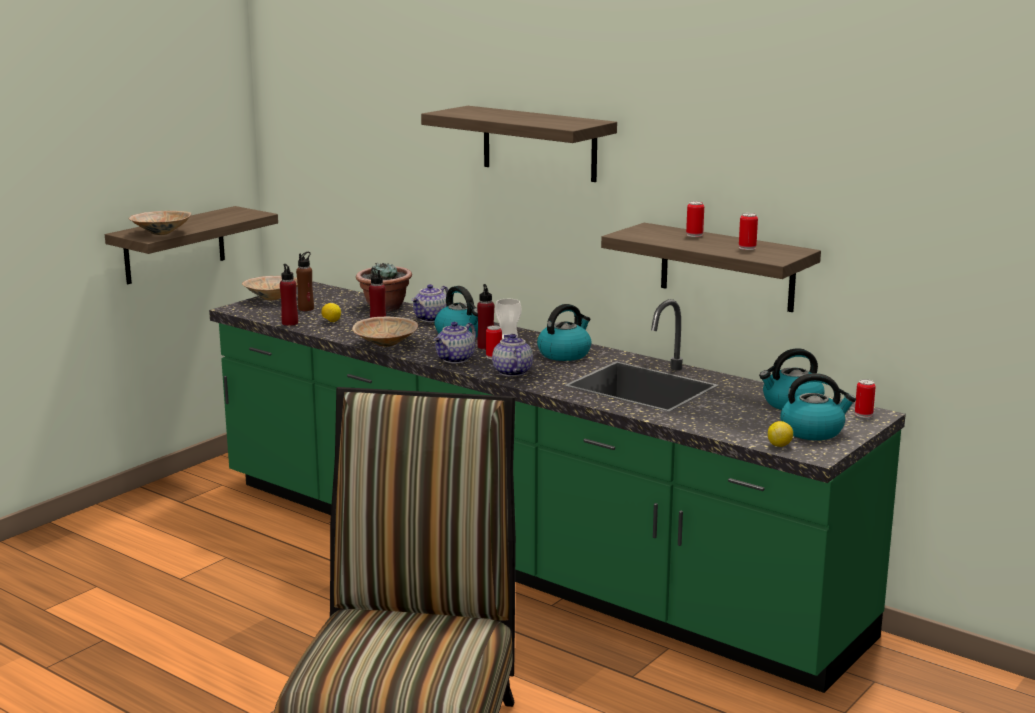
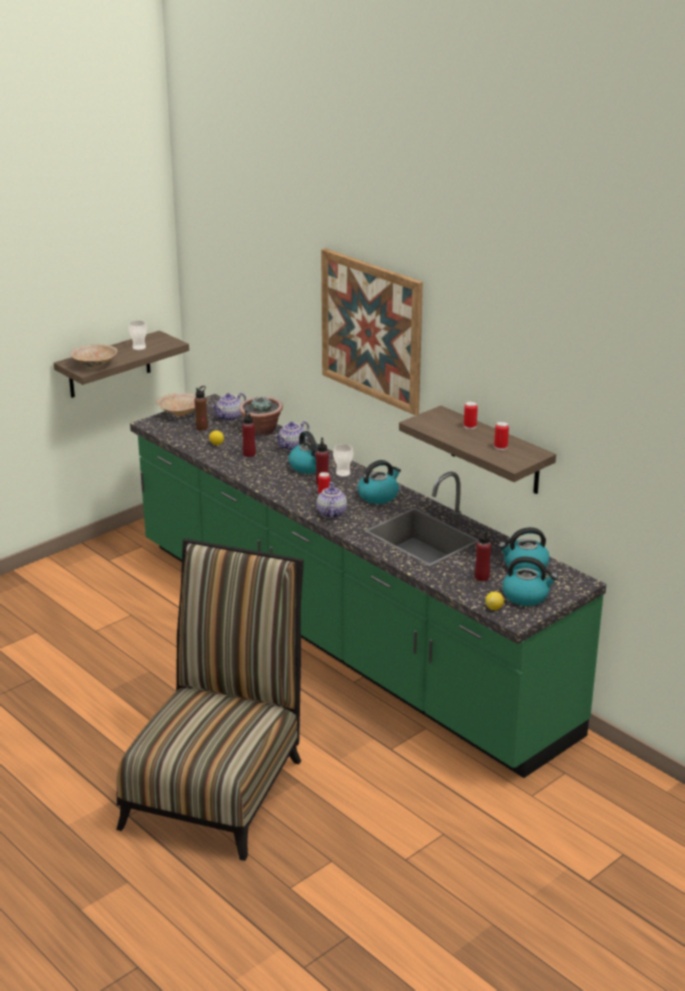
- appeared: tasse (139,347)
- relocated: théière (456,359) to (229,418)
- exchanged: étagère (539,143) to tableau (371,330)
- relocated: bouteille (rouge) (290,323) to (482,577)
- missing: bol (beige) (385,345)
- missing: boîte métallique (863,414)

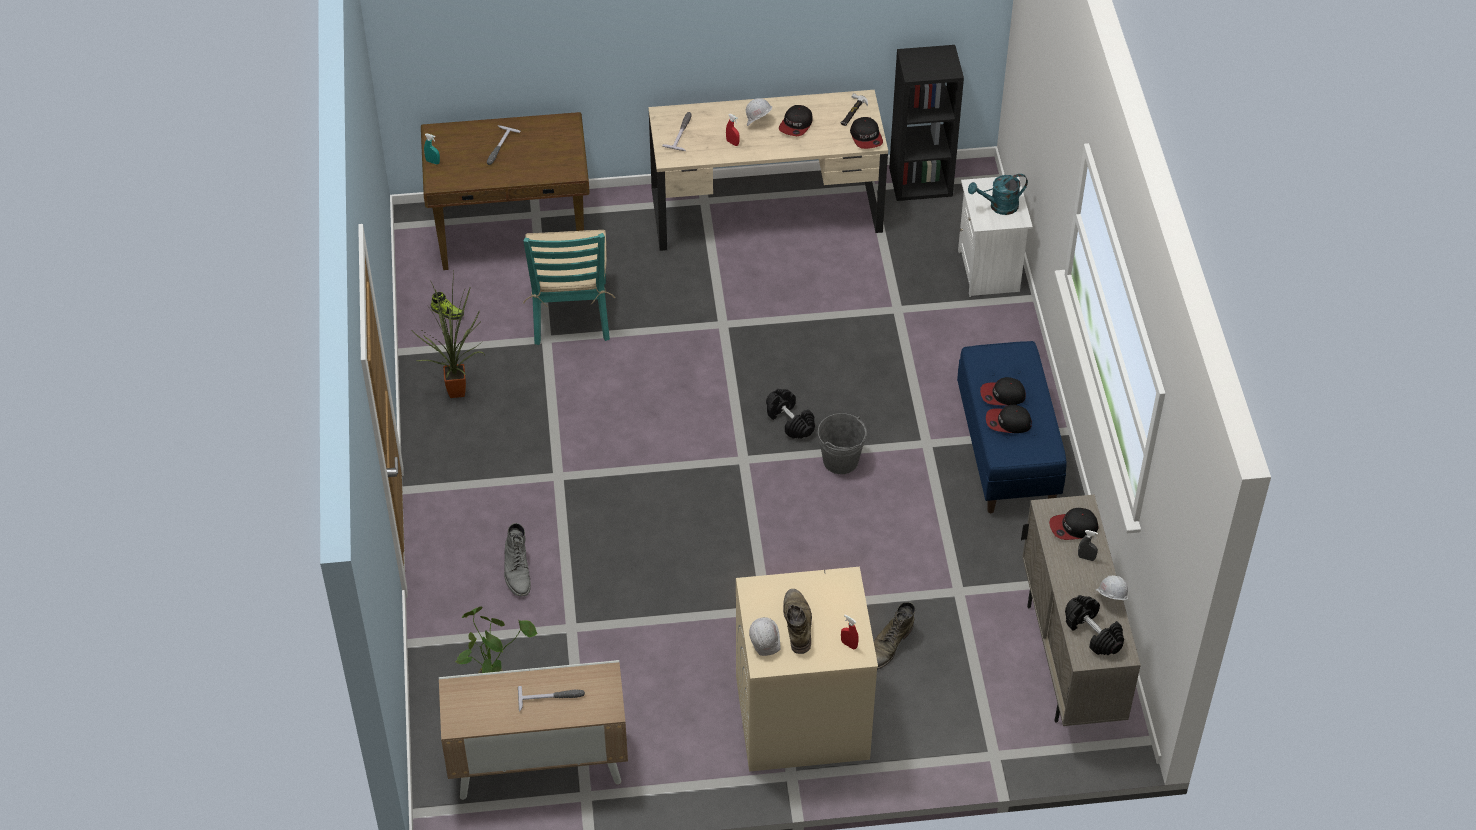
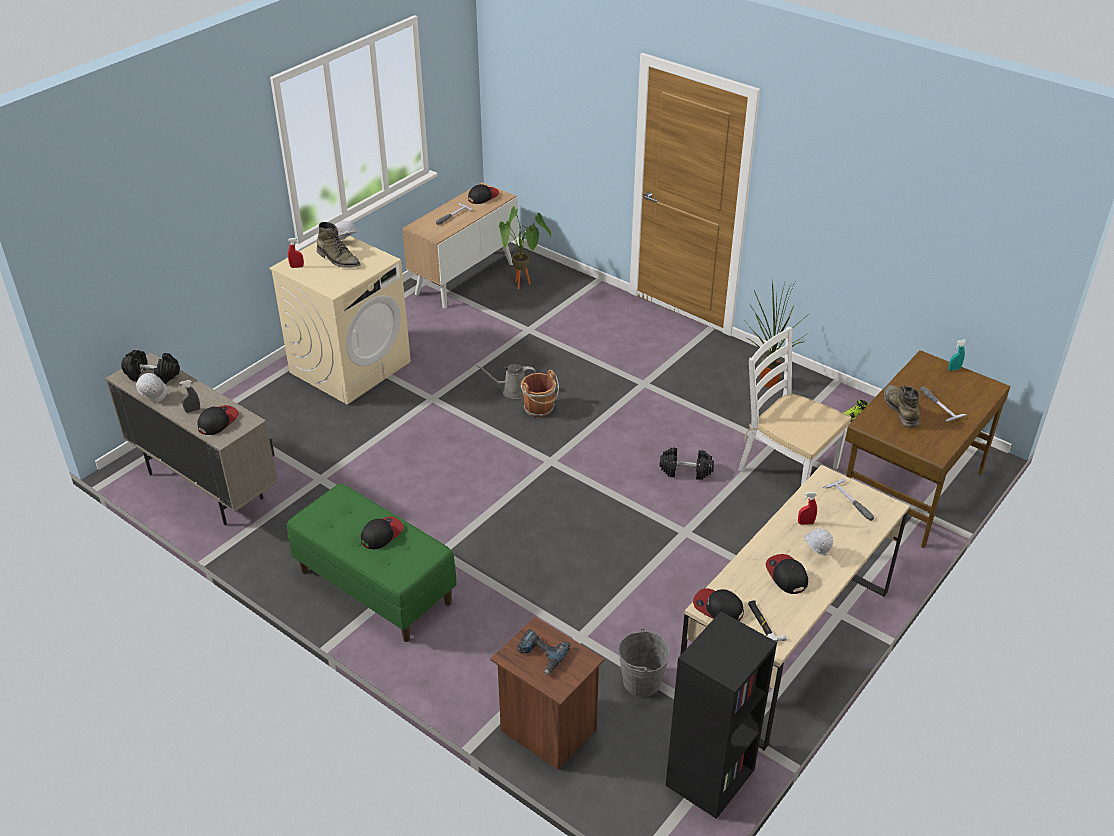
- colour: banc (bleu) (1007,451) to banc (vert) (374,587)
- relocated: casquette (1008,422) to (483,197)
- appeared: arrosoir (gris) (512,391)
- colour: table de chevet (blanc) (990,271) to table de chevet (marron) (546,731)
- exchanged: arrosoir (turquoise) (998,206) to perceuse (541,655)
- appeared: seau (marron) (539,409)
- relocated: seau (gris) (840,460) to (641,681)
- relocated: haltère (noir) (789,421) to (686,471)
- colour: chaise (turquoise) (570,313) to chaise (blanc) (786,468)
- relocated: botte (vert) (889,645) to (900,409)
- missing: botte (gris) (517,571)

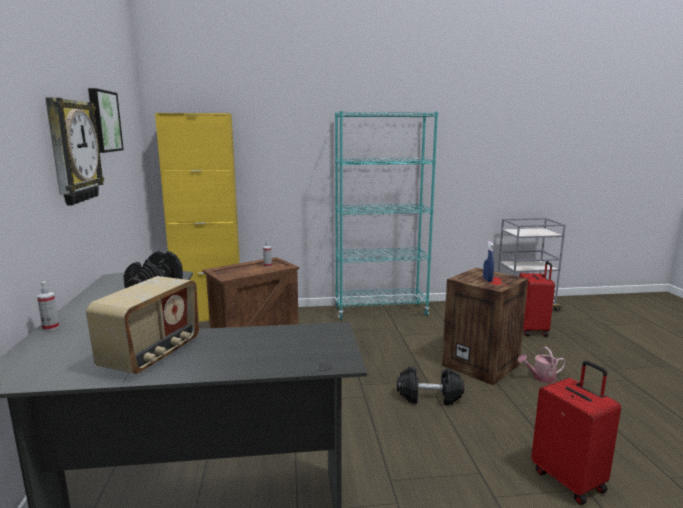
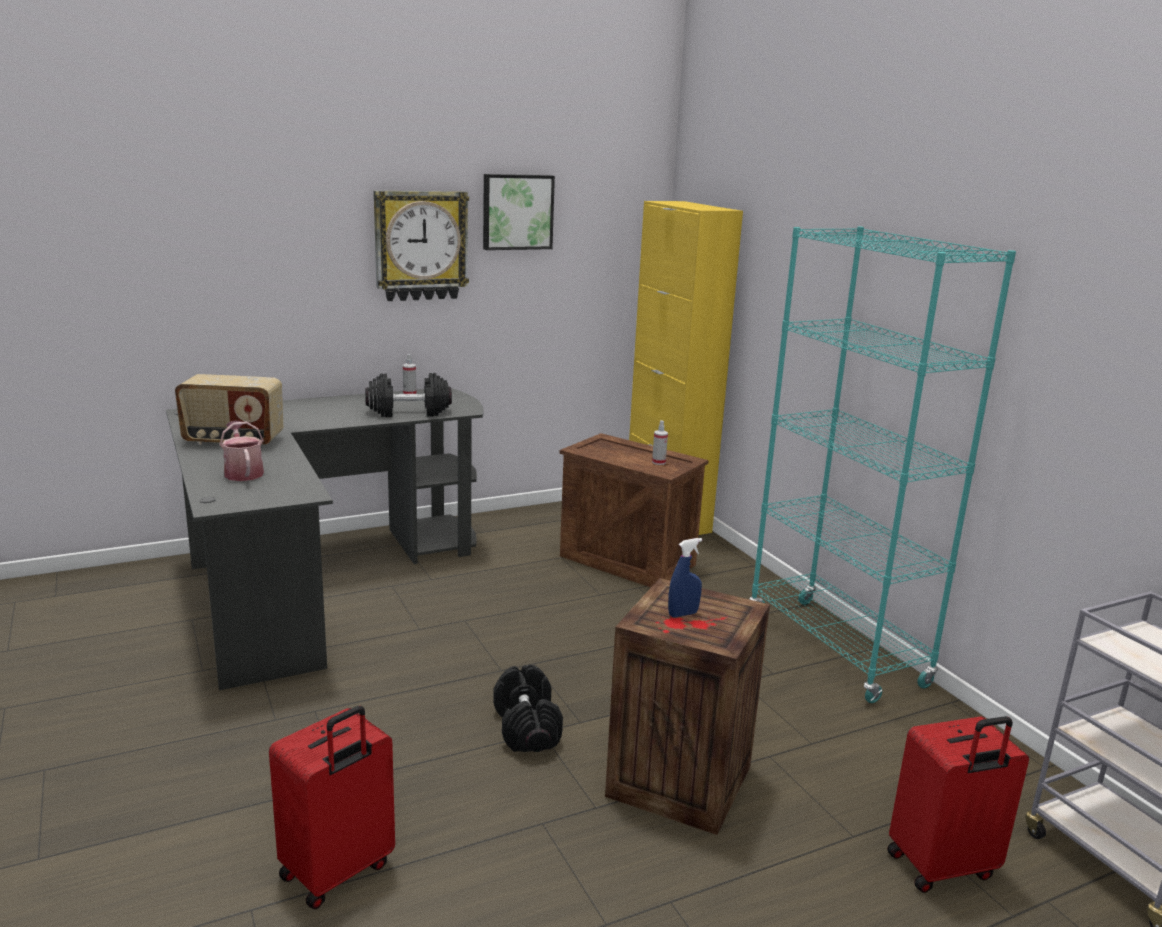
- relocated: arrosoir (540,377) to (243,472)
- relocated: vaporisateur (50,327) to (409,394)

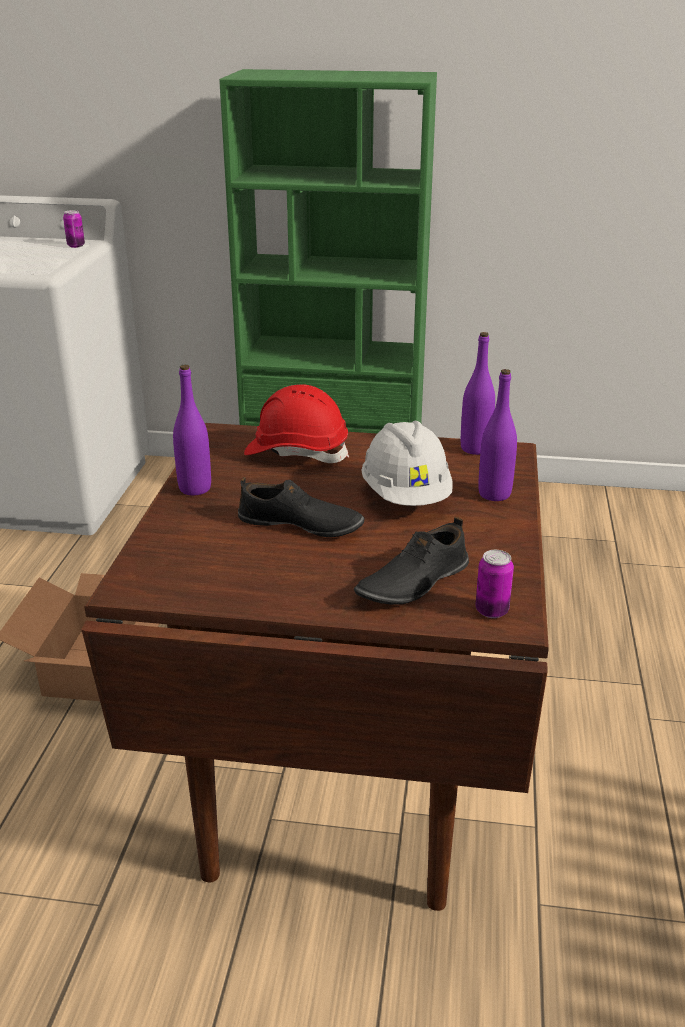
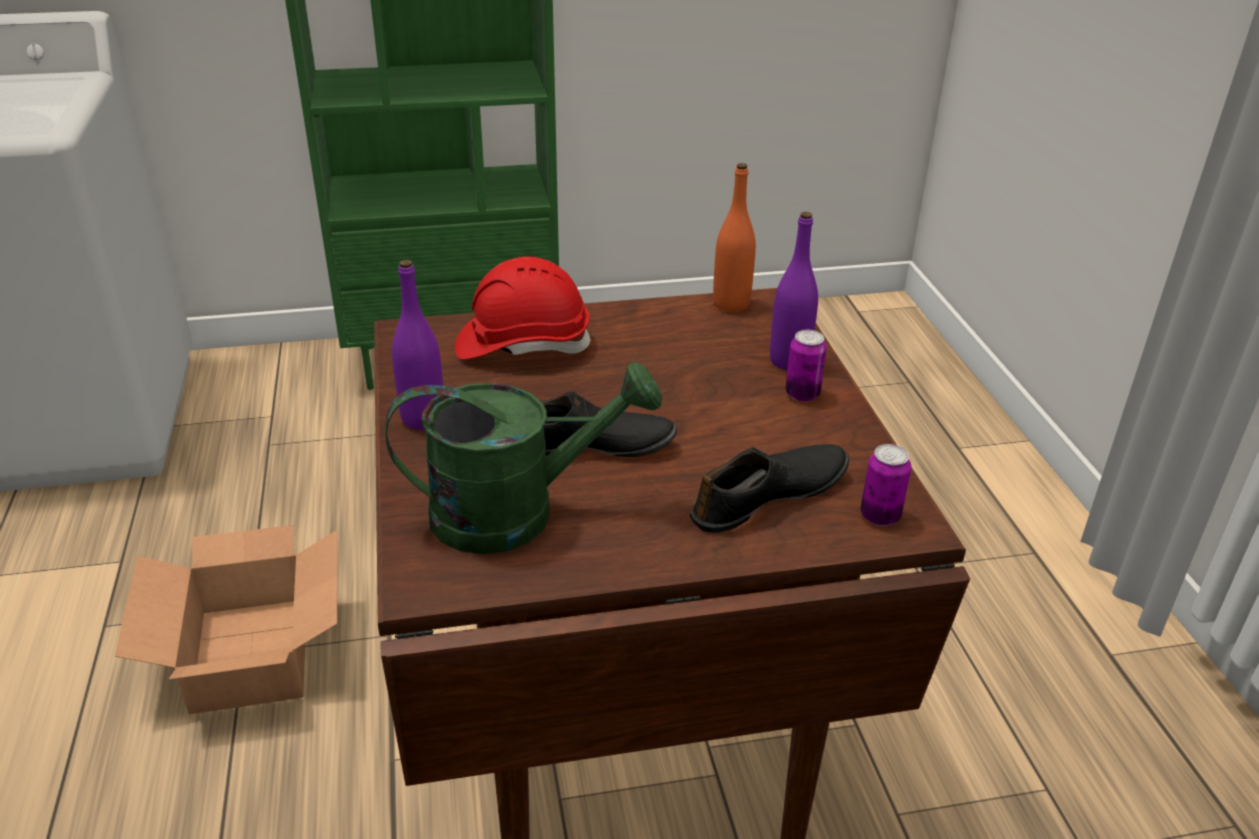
- appeared: arrosoir (vert) (516,512)
- spun: chaussure (noir) (412,582) = (770,497) 150 degrees counterclockwise
- colour: bouteille (violet) (475,448) to bouteille (orange) (731,304)
- relocated: boîte métallique (76,246) to (802,394)
- missing: casque de chantier (blanc) (406,496)

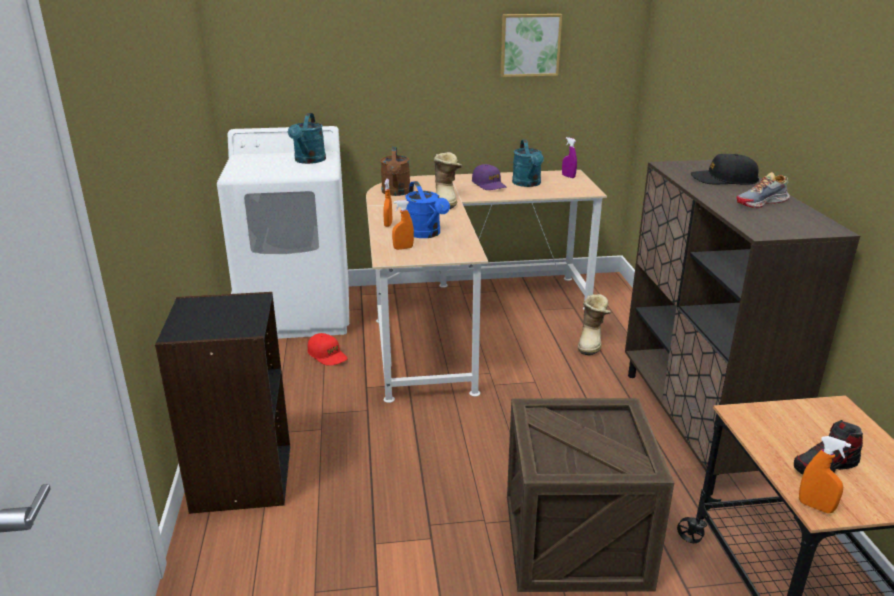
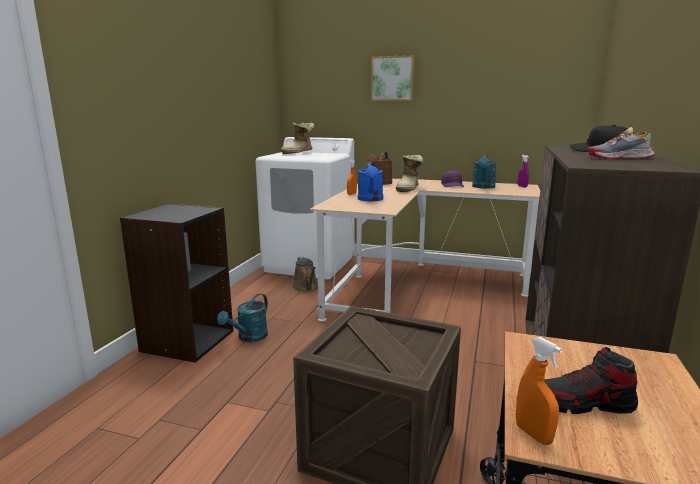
- relocated: arrosoir (turquoise) (308,161) to (249,337)
- relocated: botte (592,342) to (299,152)
- exchanged: casquette (rouge) (327,355) to arrosoir (marron) (306,288)
- relocated: tableau (530,45) to (392,78)
- missing: vaporisateur (orange) (403,248)

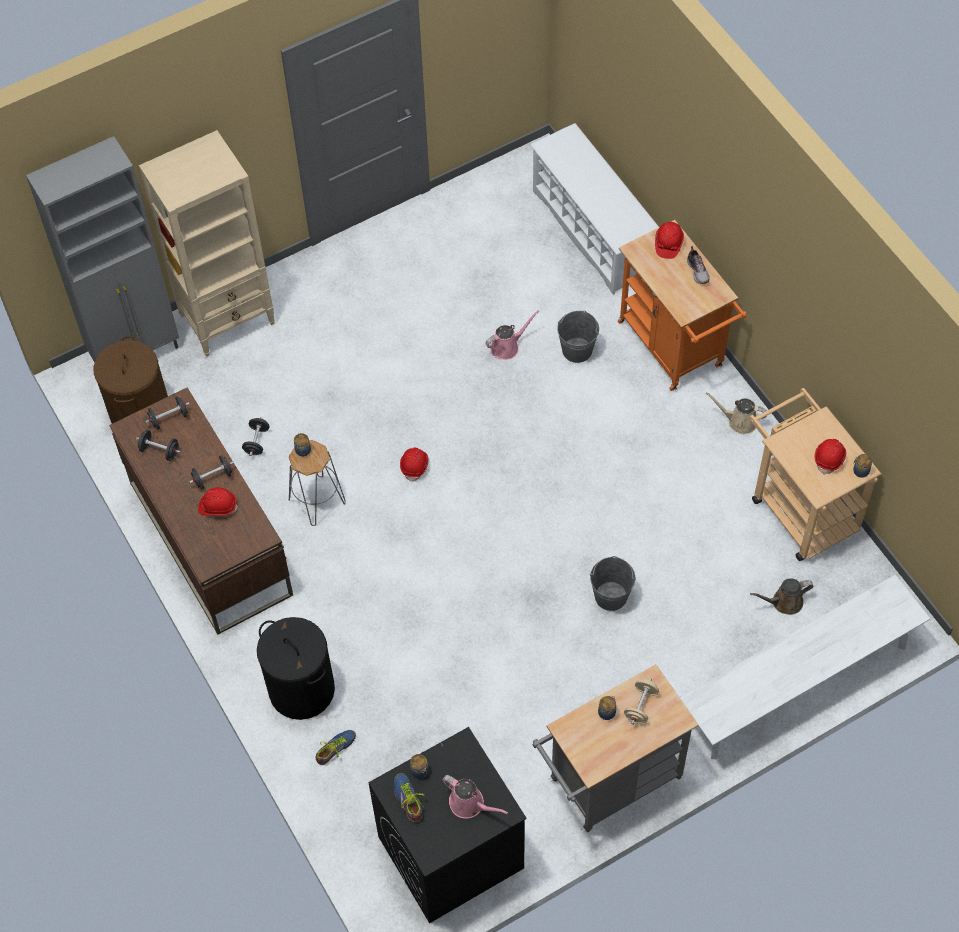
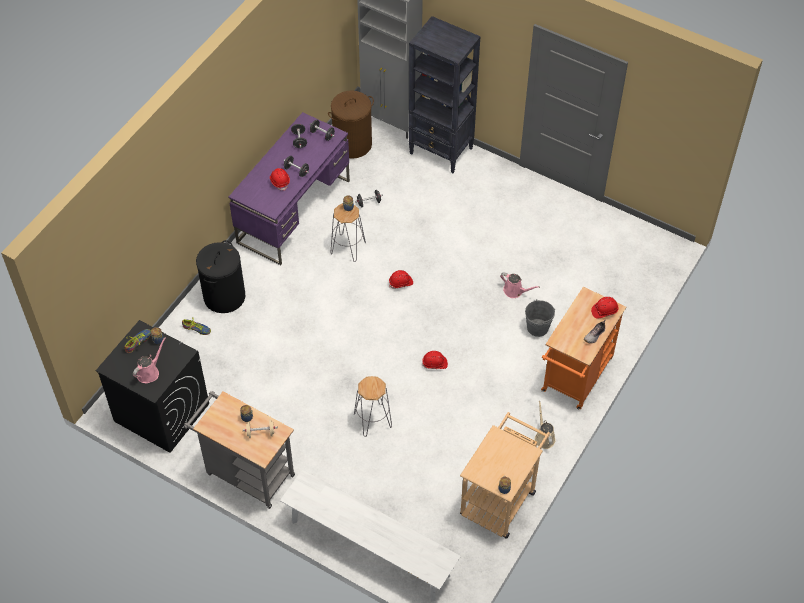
- spun: arrosoir (rose) (469,804) = (149,372) 150 degrees counterclockwise
- colour: bureau (marron) (210,538) to bureau (violet) (294,211)
- exchanged: seau (gris) (611,596) to tabouret (gris) (373,420)
- colour: bibliothèque (beige) (228,319) to bibliothèque (noir) (441,151)
- relocated: casque de chantier (rouge) (829,458) to (435,364)
- missing: étagère à chaussures (blanc) (593,232)
- missing: arrosoir (marron) (784,602)

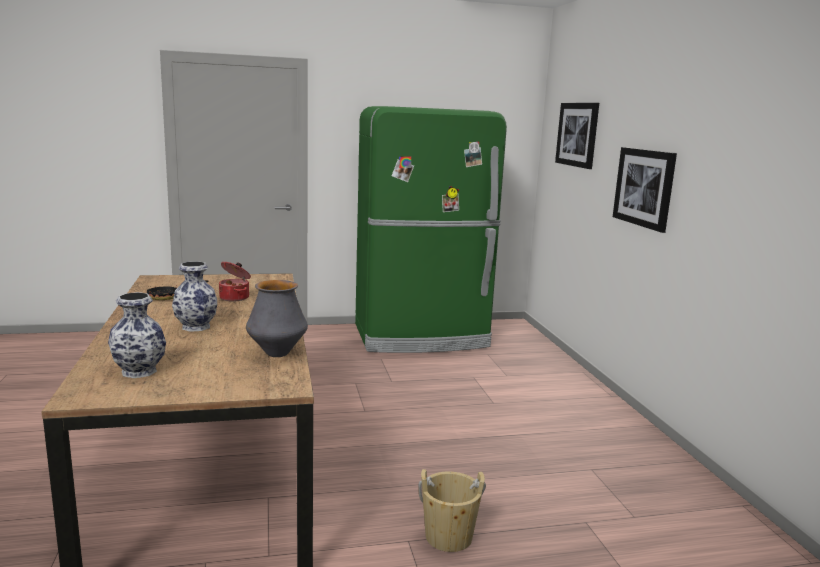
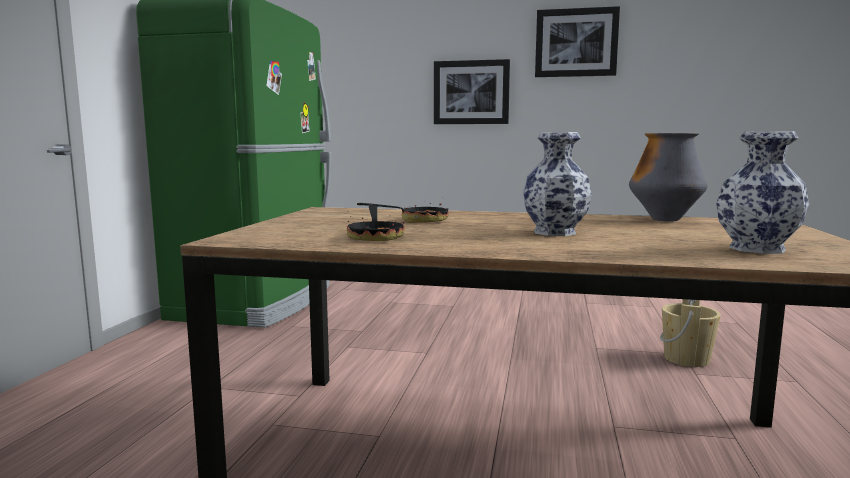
- exchanged: marmite (235,297) to poêle (416,220)
- relocated: tableau (577,134) to (576,43)

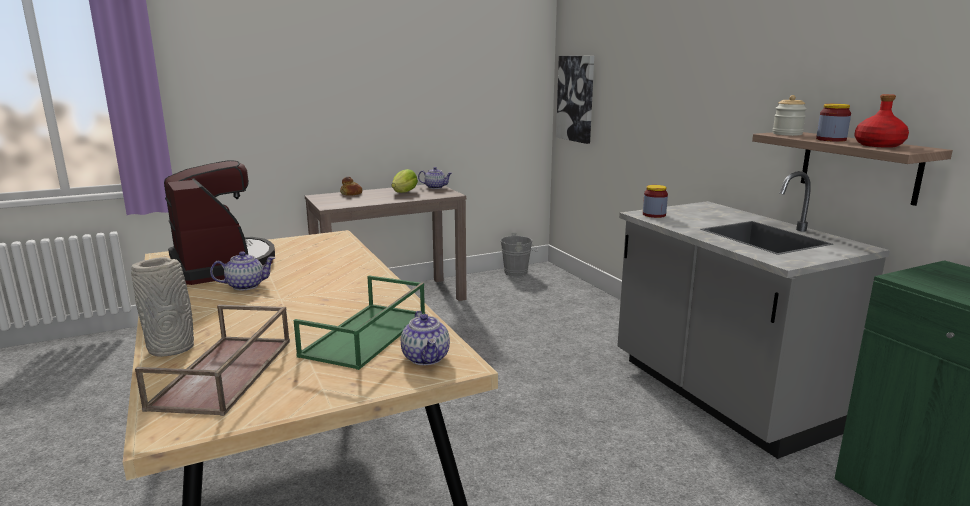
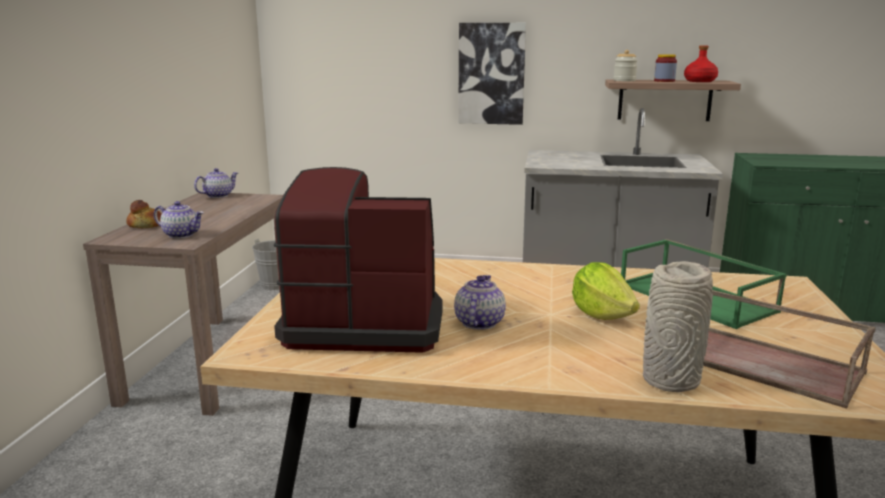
- relocated: théière (426,358) to (181,235)
- relocated: tableau (576,98) to (491,74)
- relocated: laitue (405,192) to (602,314)
- missing: bocal (654,215)

